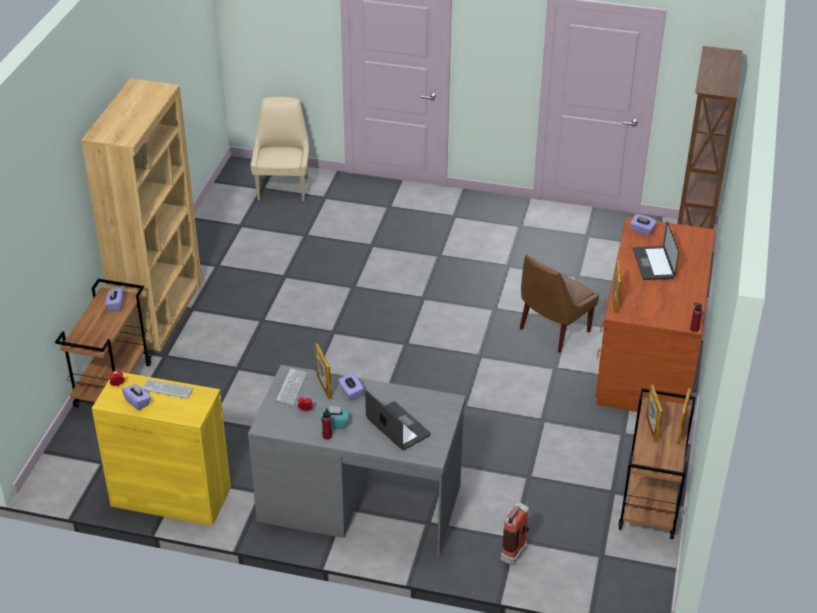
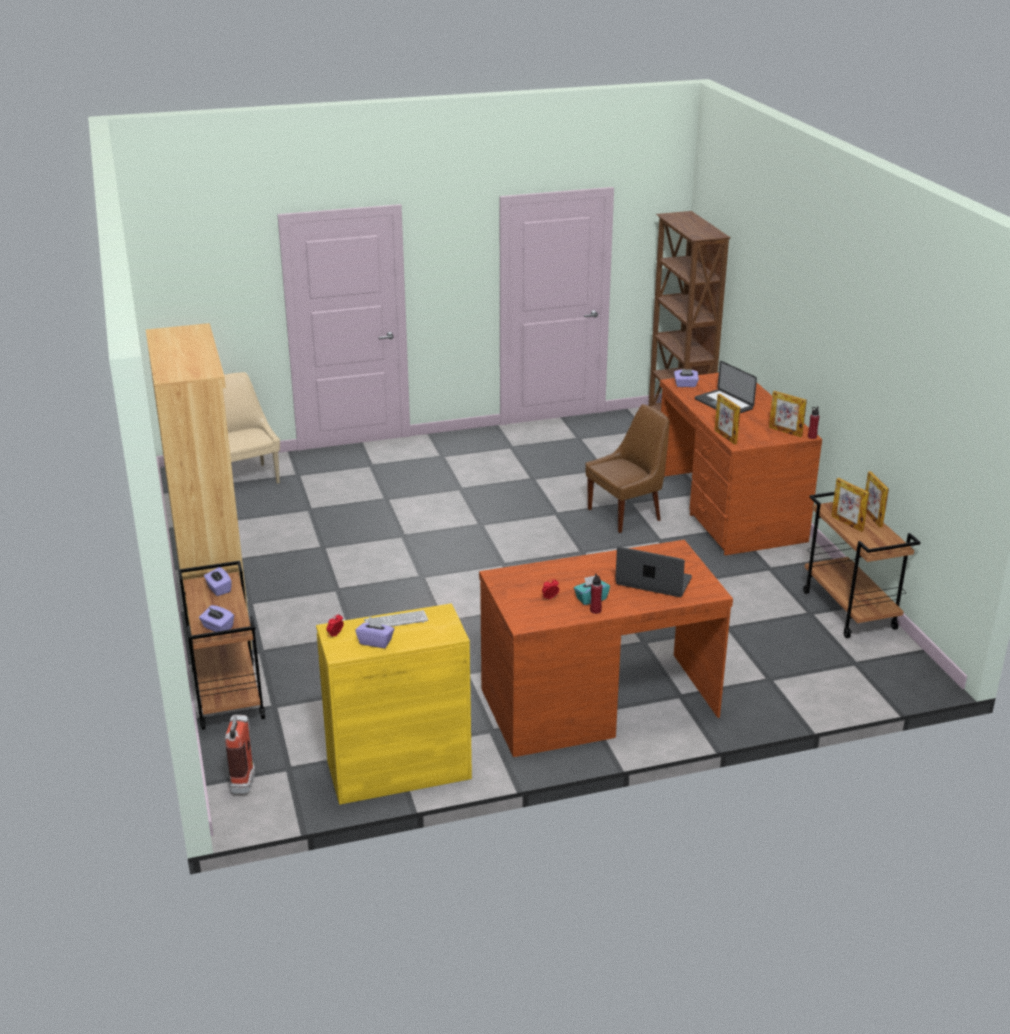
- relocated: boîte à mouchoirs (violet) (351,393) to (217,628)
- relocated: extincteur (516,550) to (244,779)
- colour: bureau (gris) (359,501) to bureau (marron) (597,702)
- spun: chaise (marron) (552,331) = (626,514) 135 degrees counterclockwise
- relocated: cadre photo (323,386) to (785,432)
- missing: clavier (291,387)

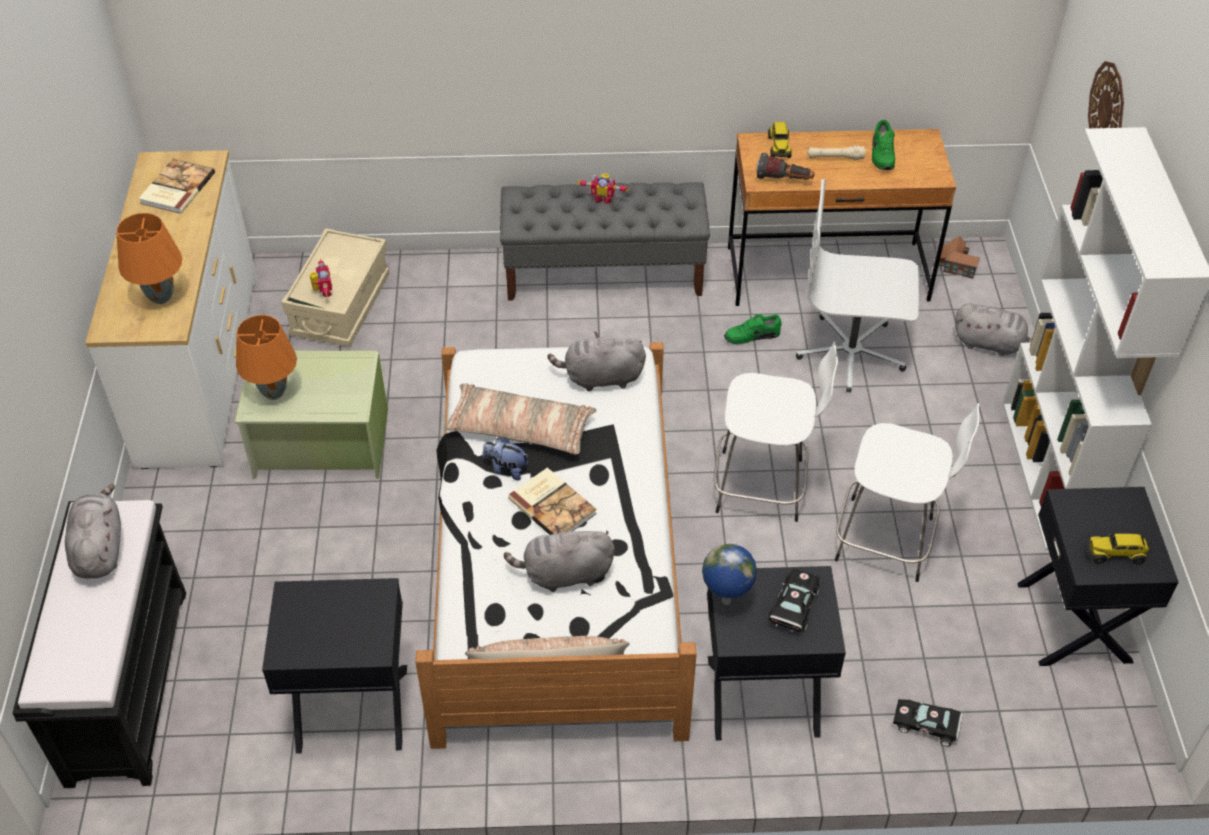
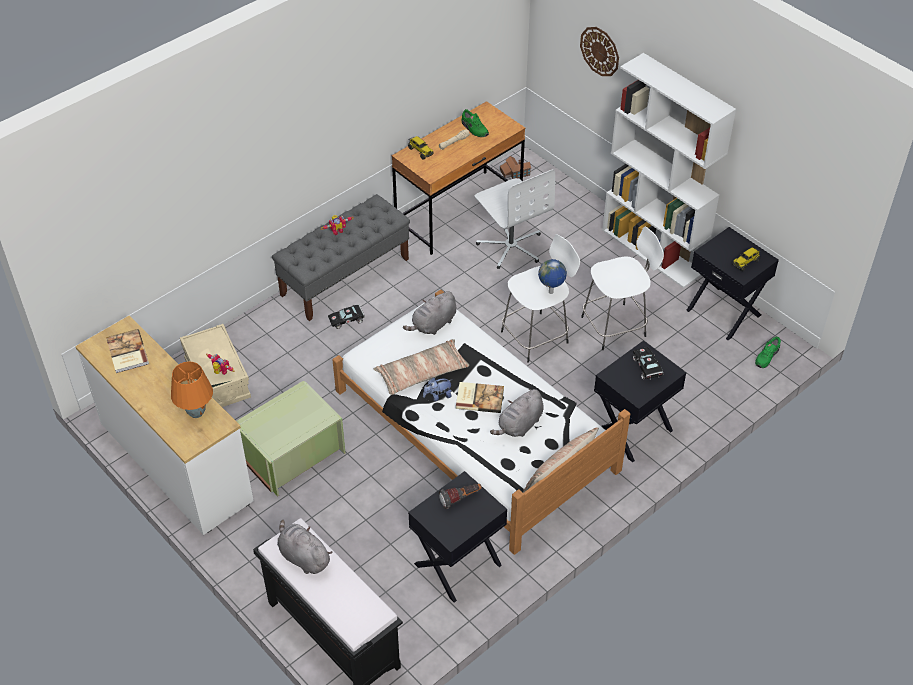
- relocated: petite voiture (noir) (929,726) to (348,319)
- relocated: lampe de poche (784,180) to (460,499)
- spun: chaise de bureau (blanc) (851,353) = (511,246) 90 degrees counterclockwise
- relocated: globe (726,602) to (551,292)
- relocated: chaussure (vert) (751,335) to (766,357)
- missing: lampe de table (orange) (274,392)
- missing: peluche (gris) (991,344)

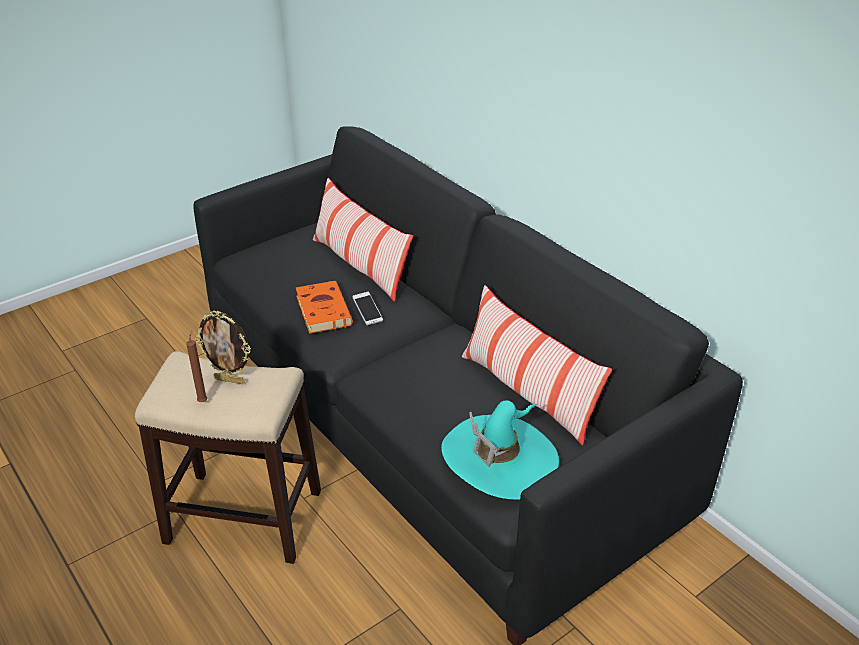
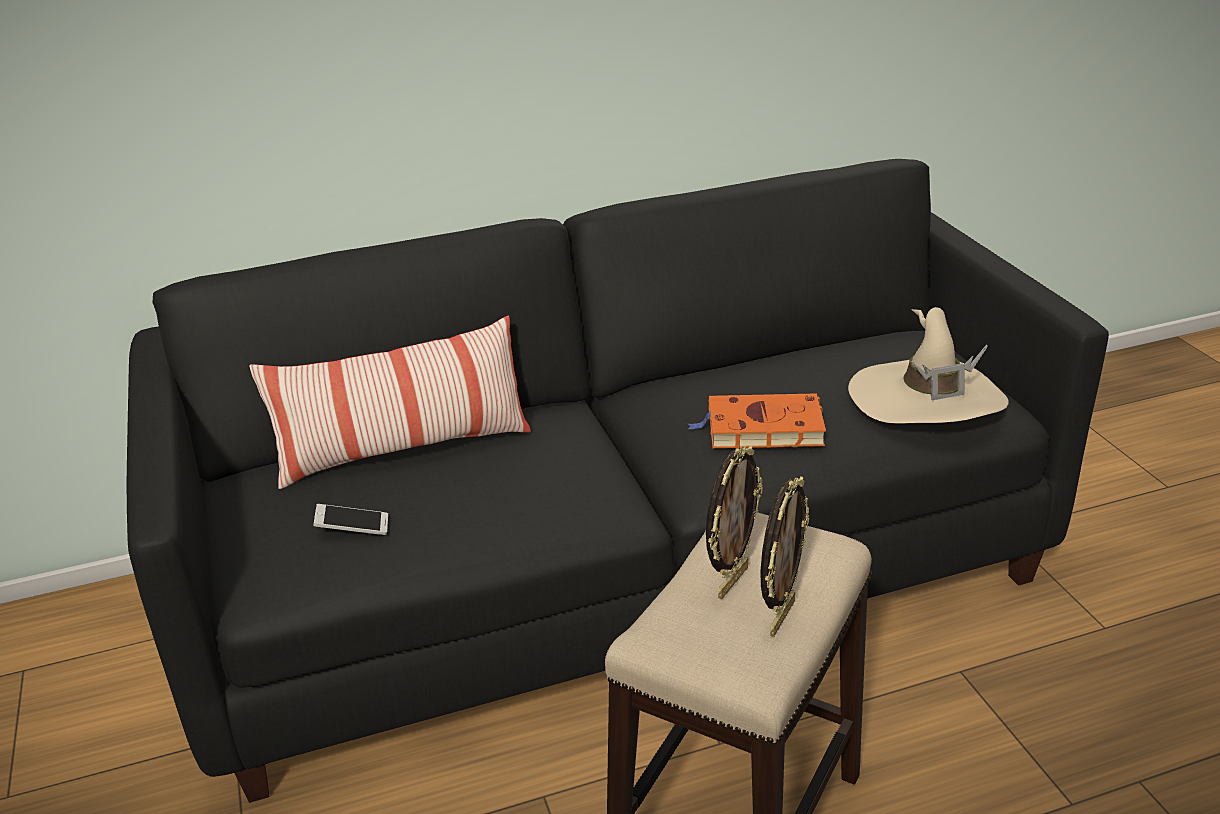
- relocated: téléphone (367,313) to (353,528)
- relocated: livre (orange) (322,309) to (761,428)
- exchanged: bougie (marron) (203,401) to cadre photo (780,616)
- colour: chapeau (turquoise) (499,459) to chapeau (beige) (926,400)
- missing: coussin (527,393)

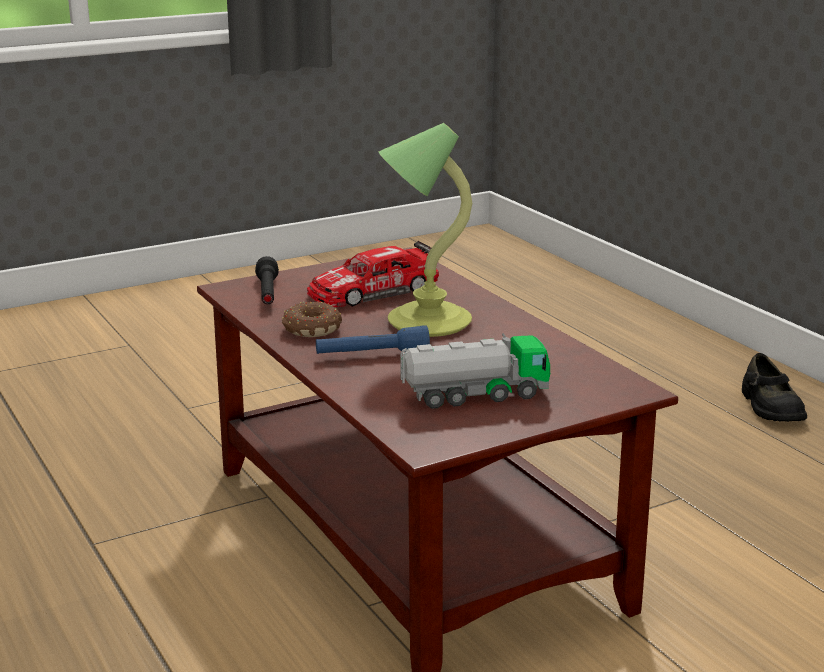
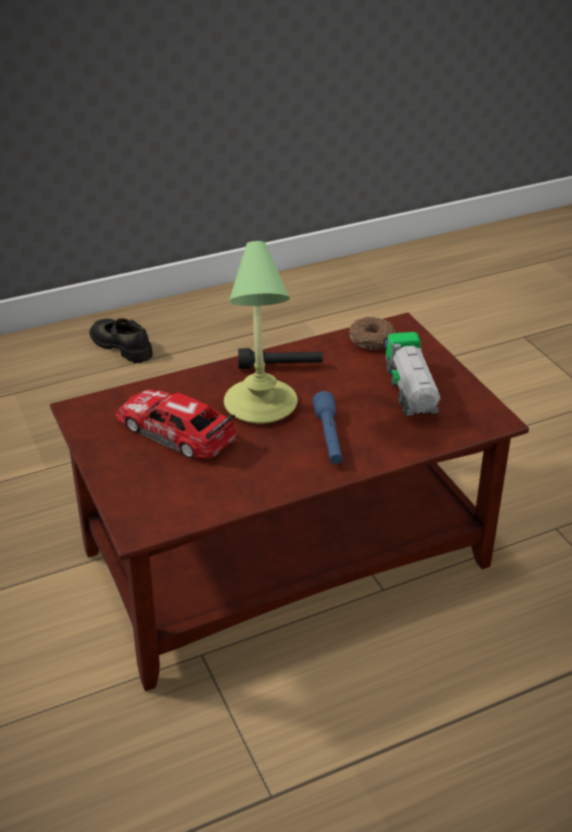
- spun: chaussure (noir) (770,407) = (122,345) 135 degrees counterclockwise
- spun: petite voiture (373,291) = (176,431) 150 degrees clockwise
- relocated: lampe de poche (noir) (267,293) to (280,366)
- relocated: beignet (310,329) to (372,340)

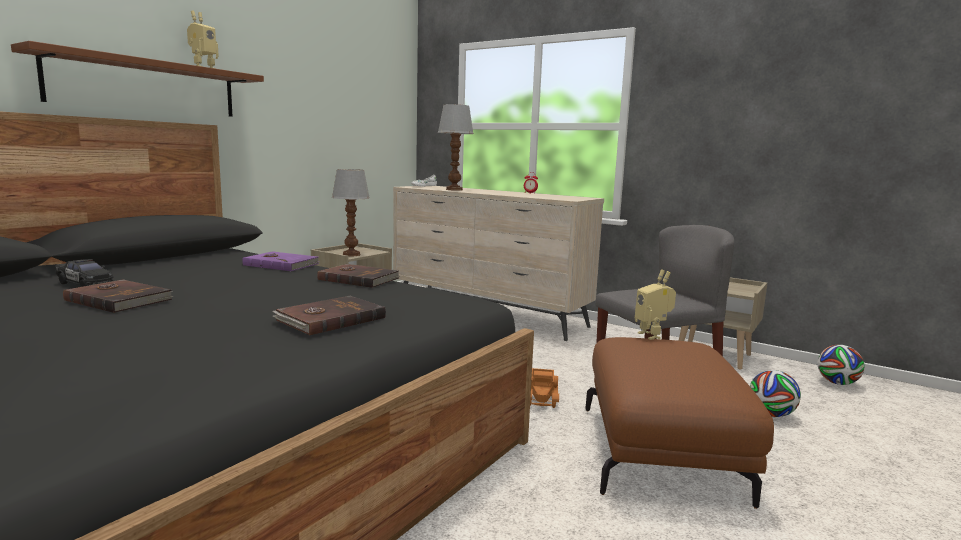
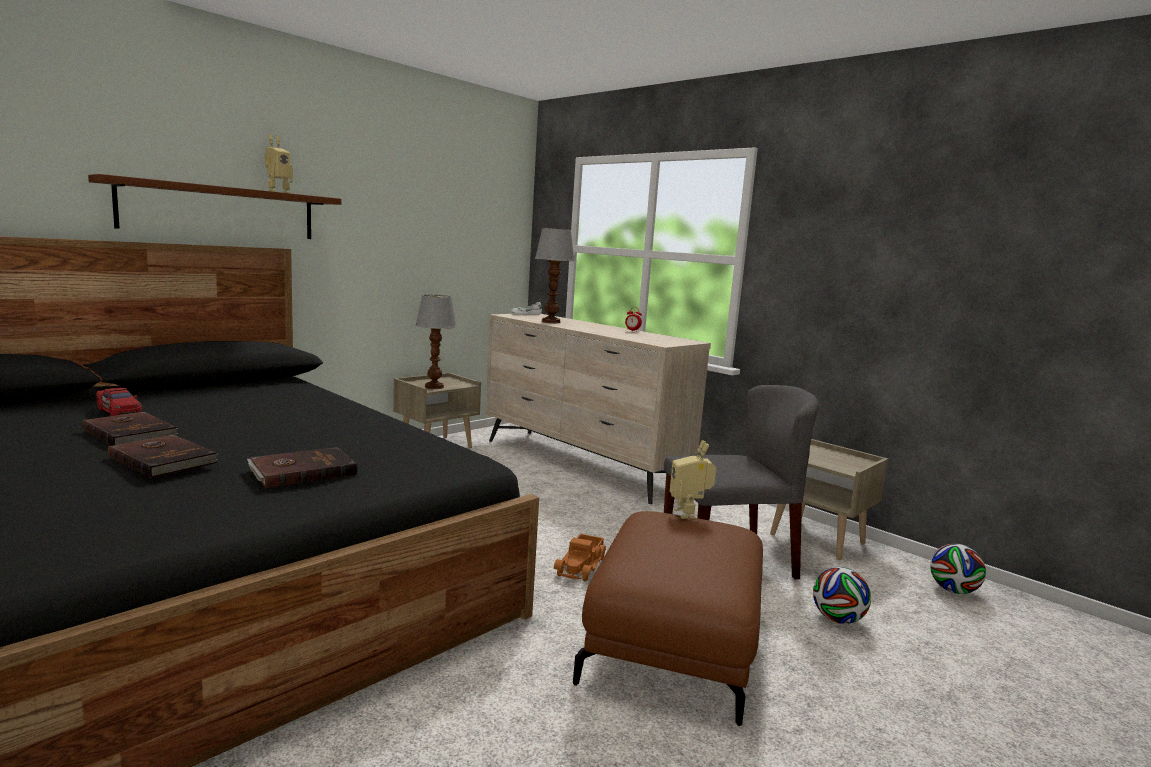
- colour: petite voiture (noir) (85,284) to petite voiture (rouge) (119,412)
- relocated: livre (marron) (359,278) to (164,459)
- missing: livre (violet) (281,264)

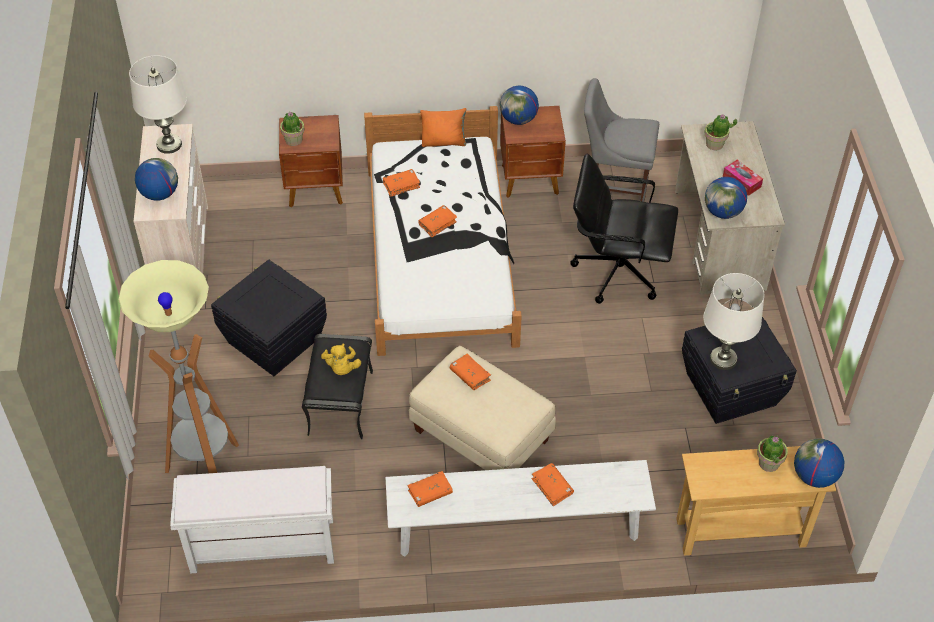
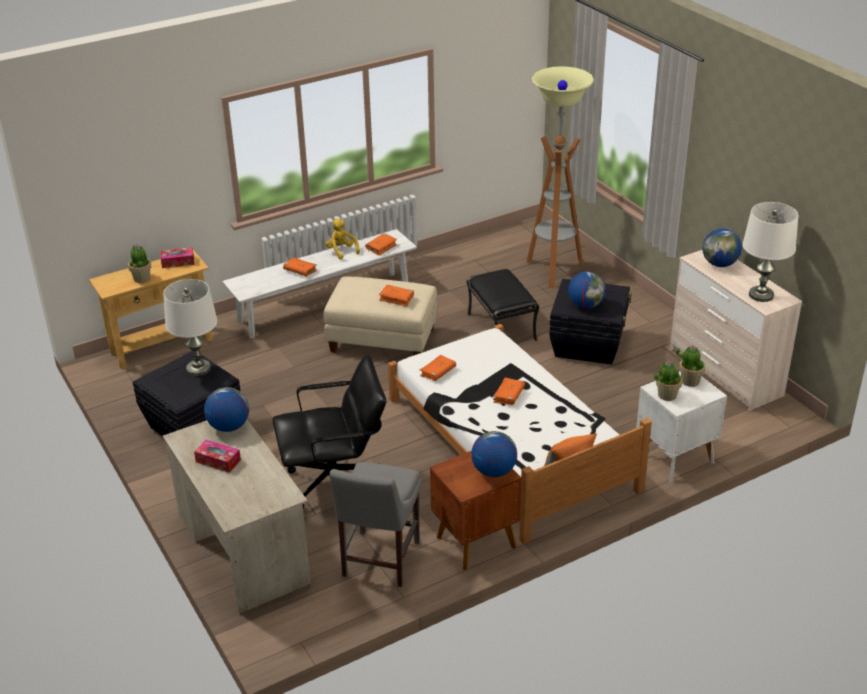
- appeared: boîte à mouchoirs (178,262)
- relocated: peluche (jaune) (341,368) to (341,251)
- spun: chaise (gris) (614,190) = (379,562) 120 degrees clockwise
- relocated: livre (orange) (401,185) to (438,372)
- relocated: globe (814,476) to (585,305)
- colour: table de chevet (marron) (316,190) to table de chevet (blanc) (674,458)
- relocated: plante en pot (715,144) to (666,395)
- missing: banc (blanc) (261,546)

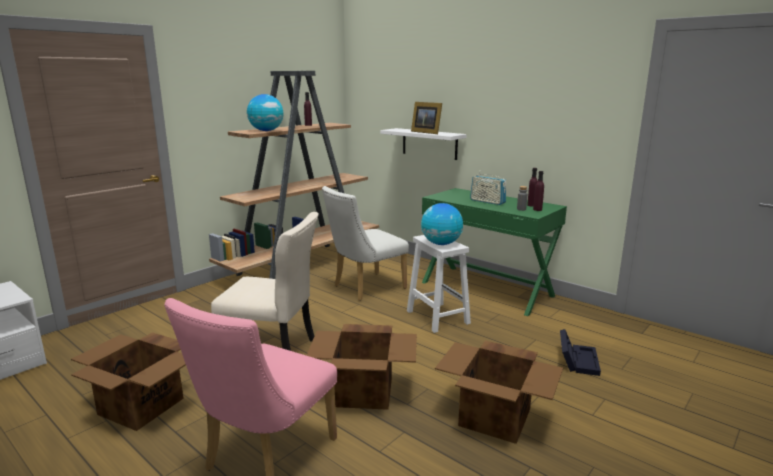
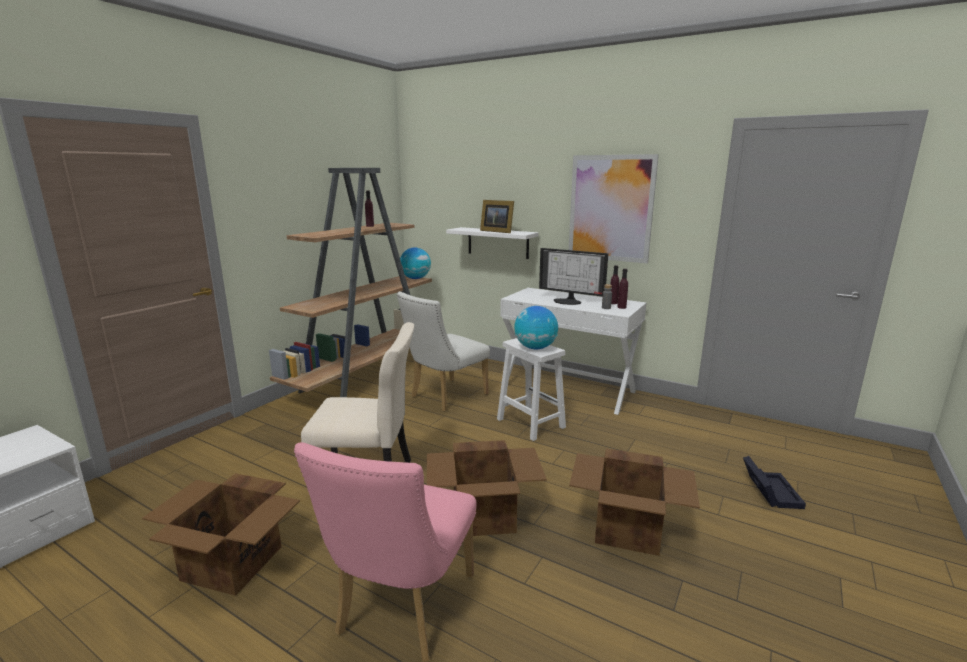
- relocated: globe (266,131) to (415,278)
- colour: bureau (vert) (487,289) to bureau (blanc) (568,389)
- exchanged: radio (487,202) to écran d'ordinateur (568,301)
- appeared: tableau (610,208)
- relocated: boîte de rangement (noir) (577,360) to (769,490)

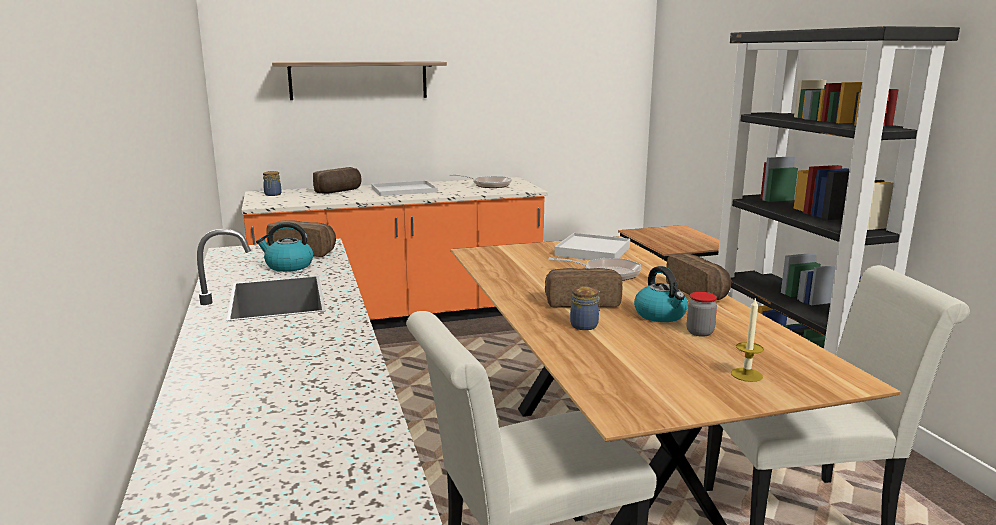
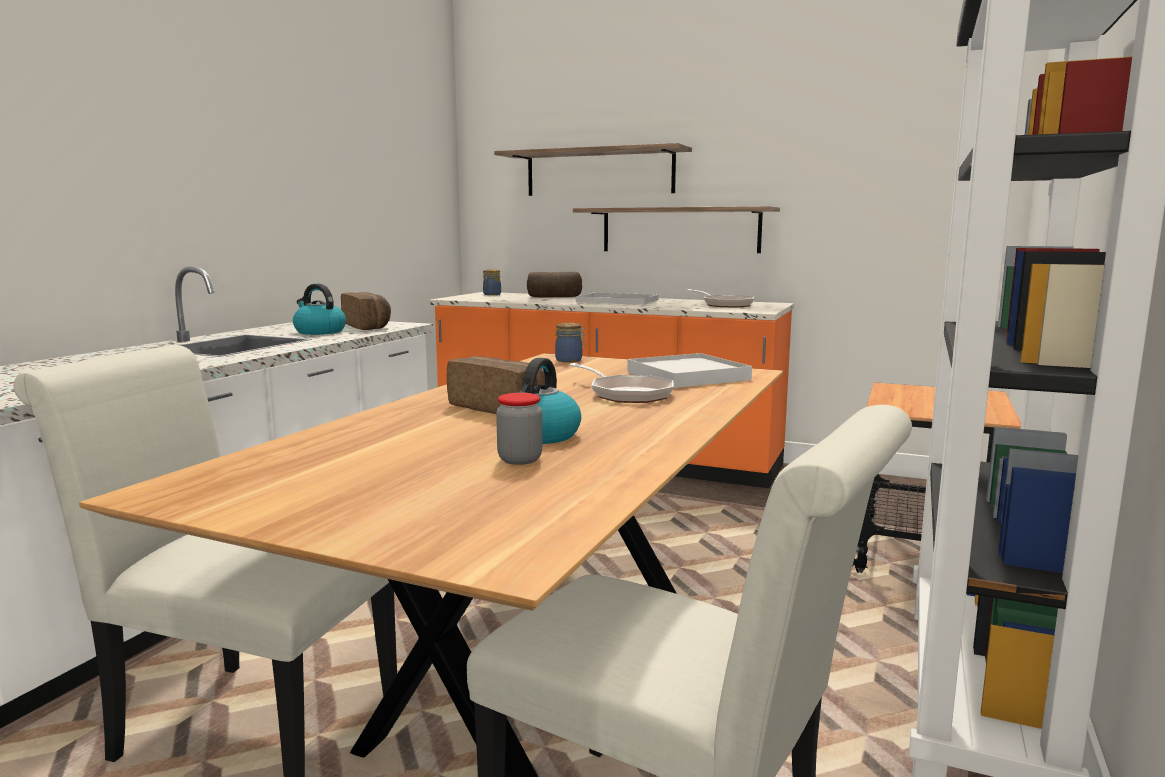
- relocated: bocal (585,325) to (570,360)
- appeared: étagère (680,230)
- missing: pain (699,291)
- missing: bougie (746,375)

